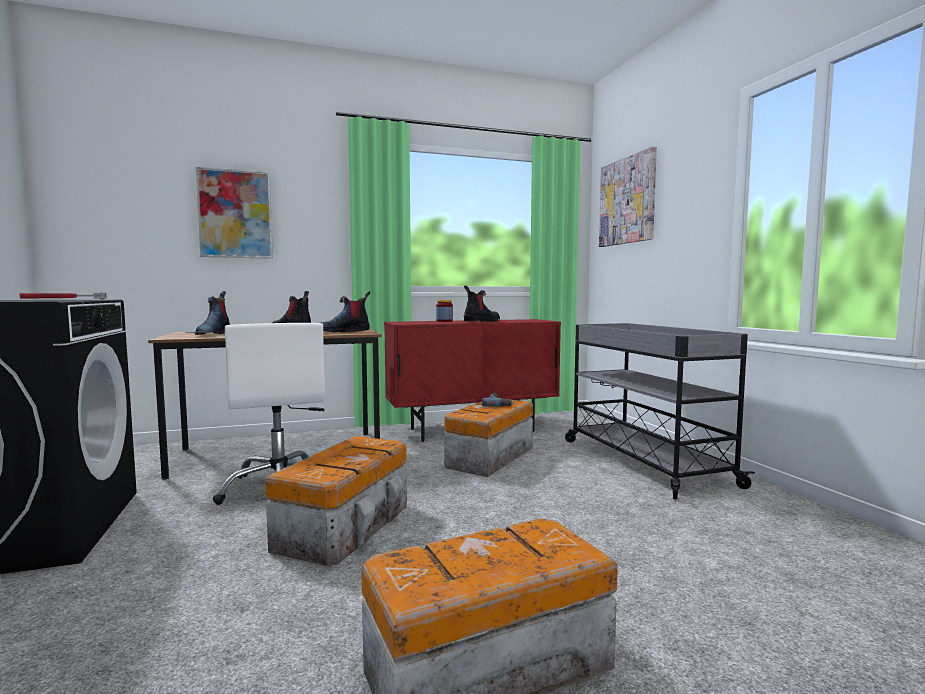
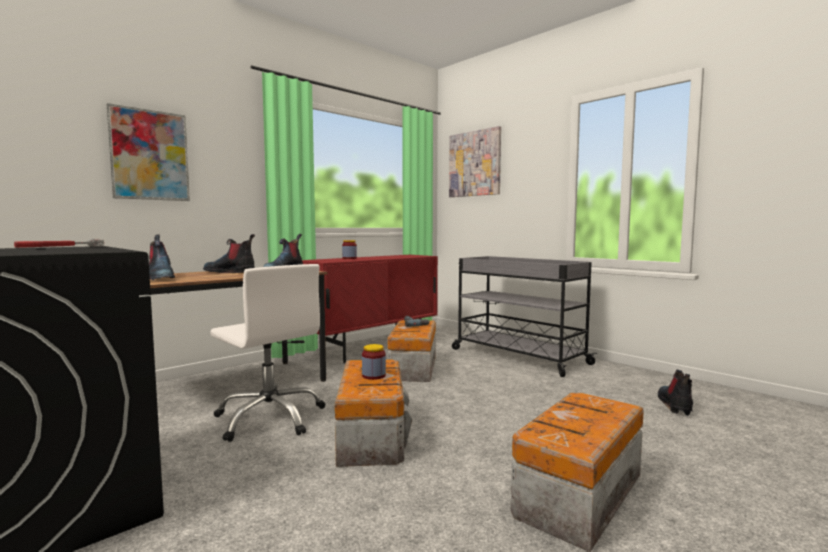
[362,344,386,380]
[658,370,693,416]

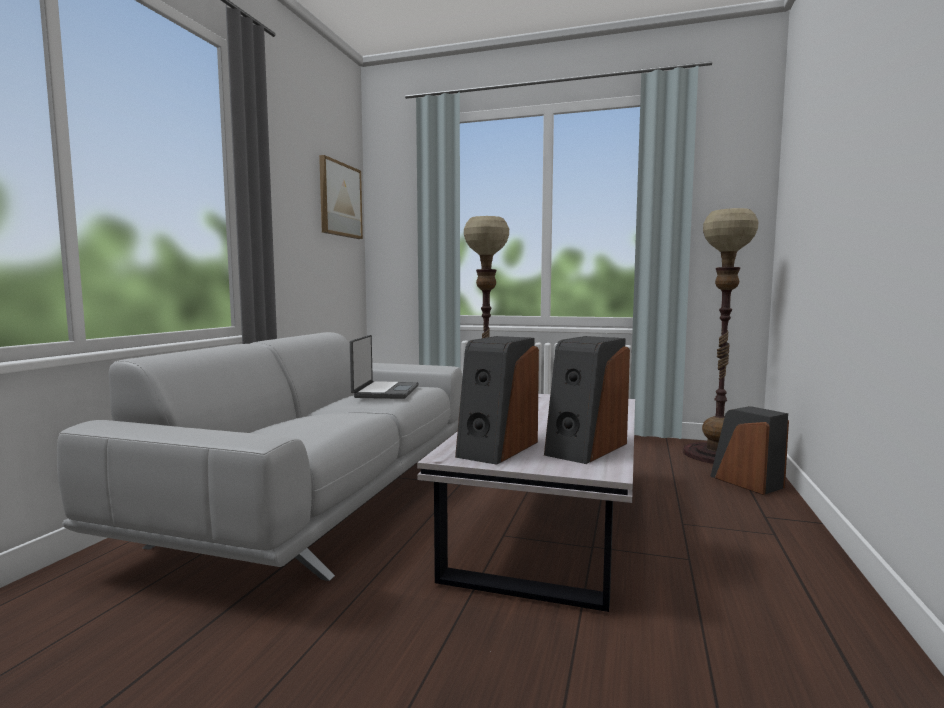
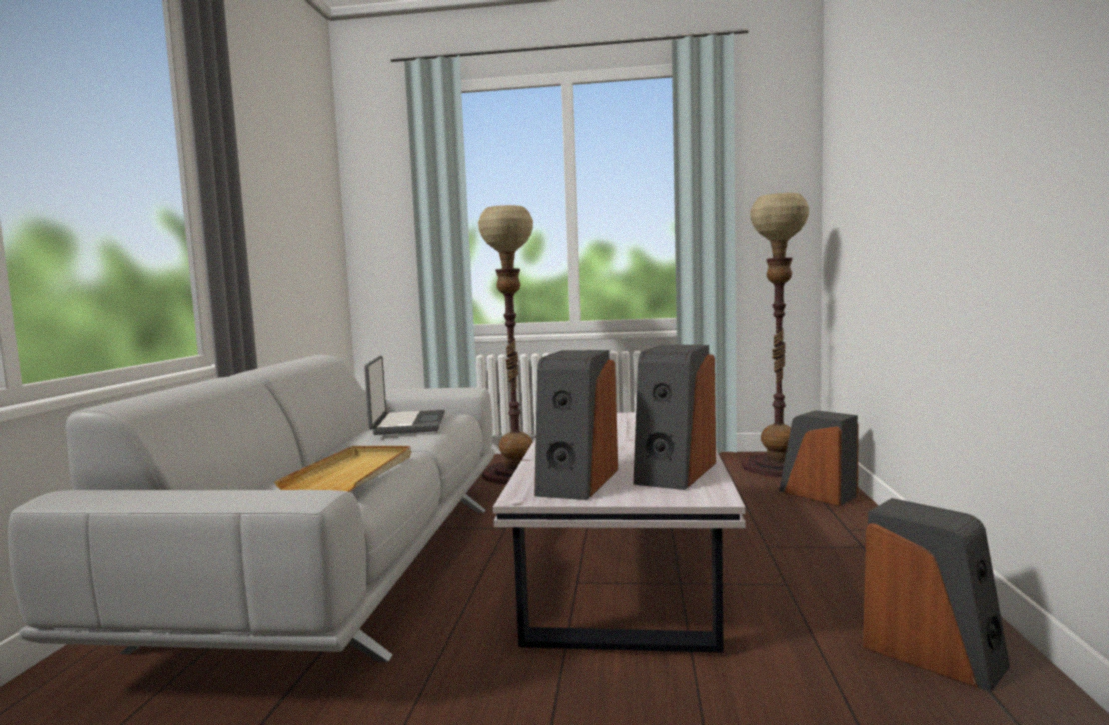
[274,446,411,492]
[863,498,1010,693]
[319,155,363,239] (first image)

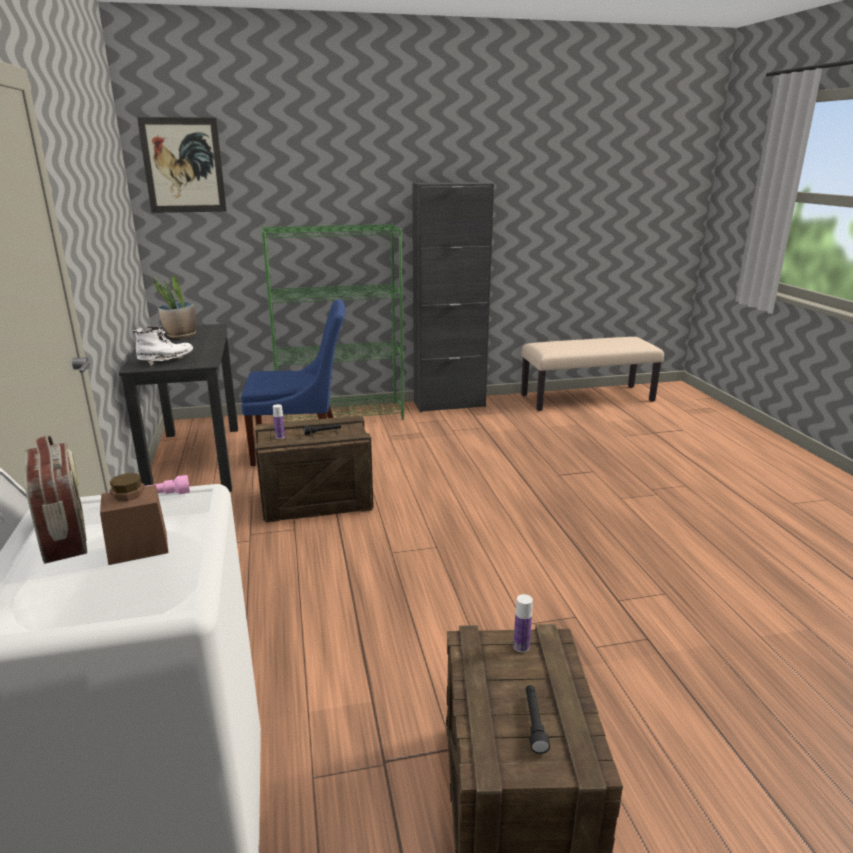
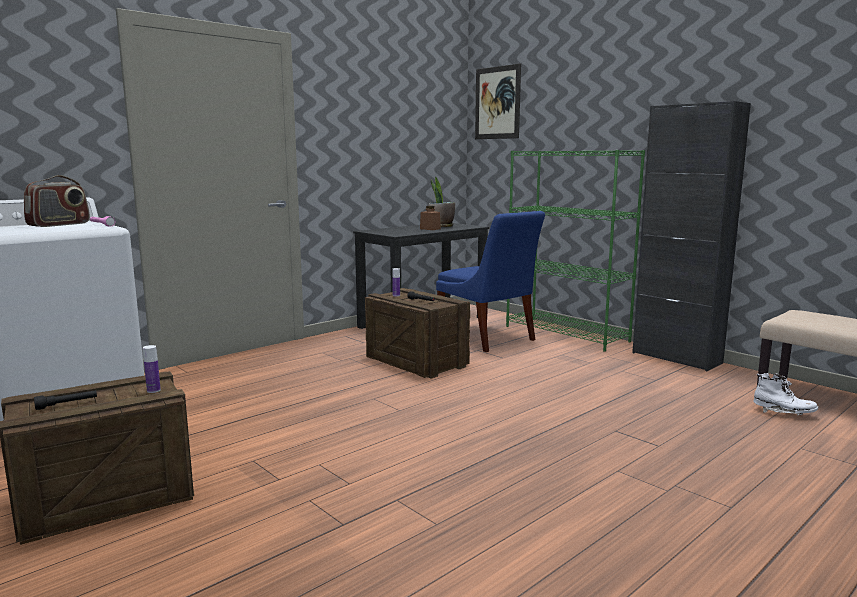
[420,206,441,230]
[754,373,818,415]

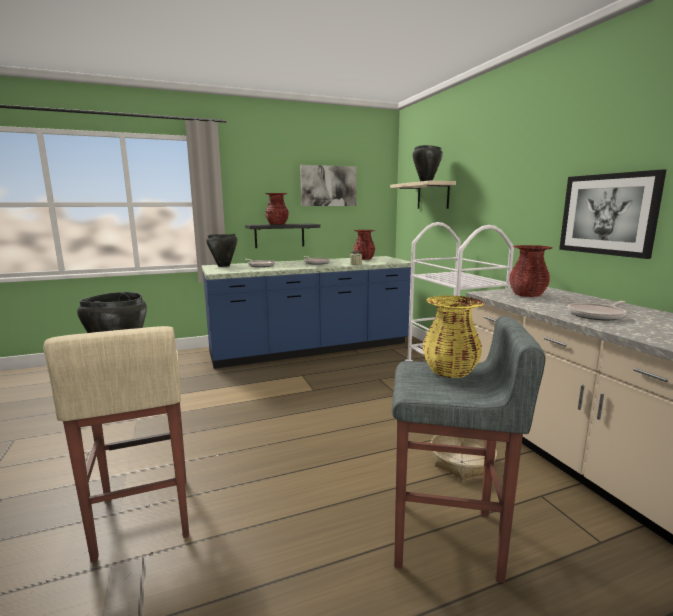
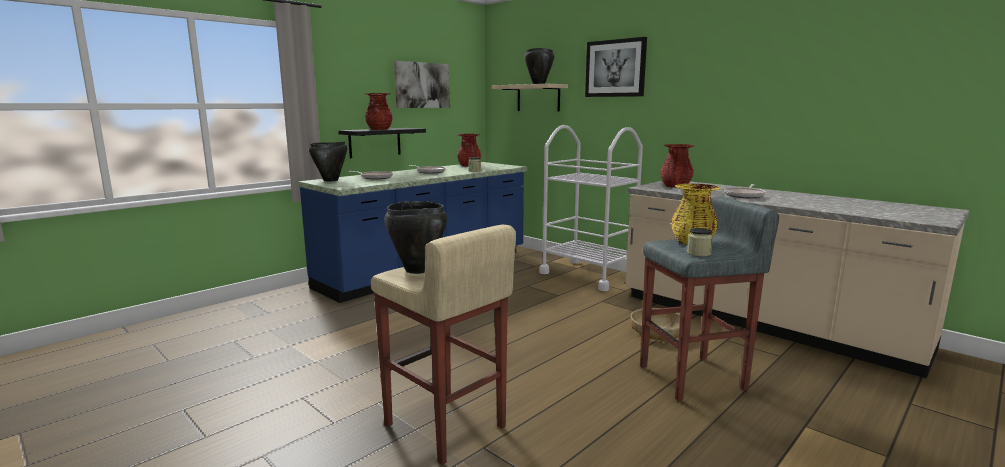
[585,37,647,97]
[687,228,713,257]

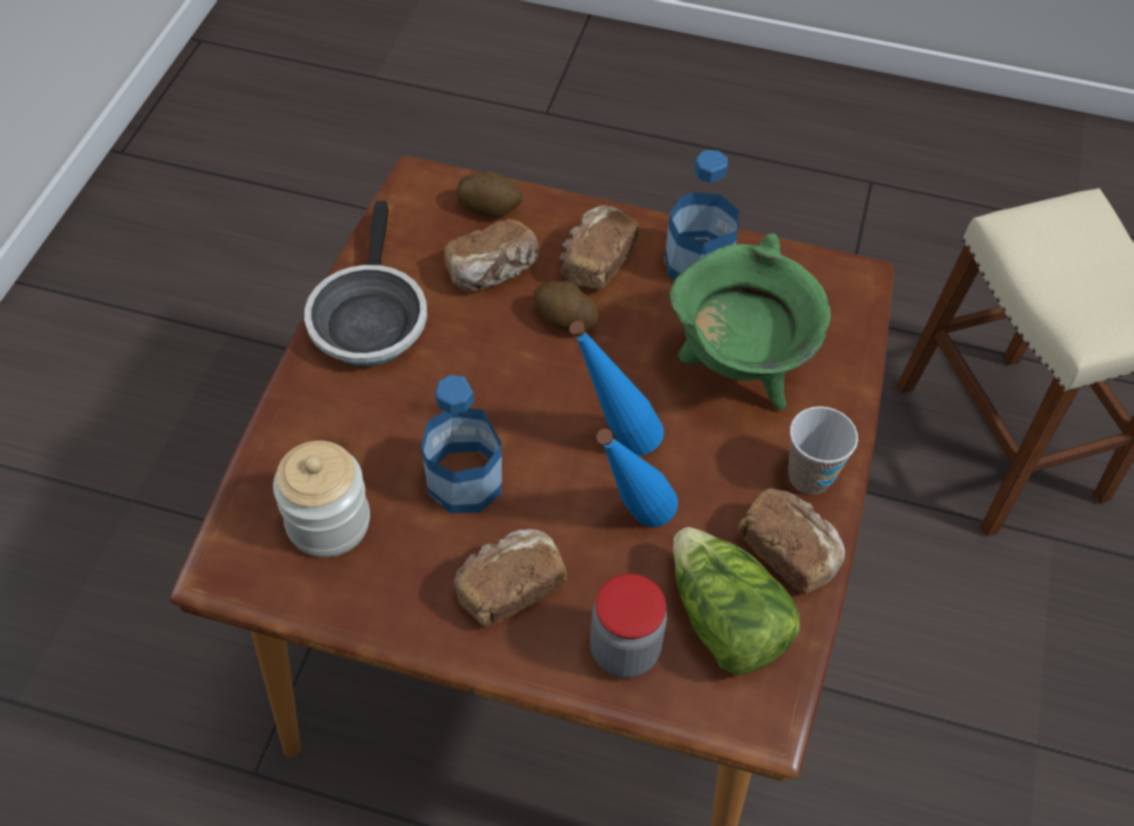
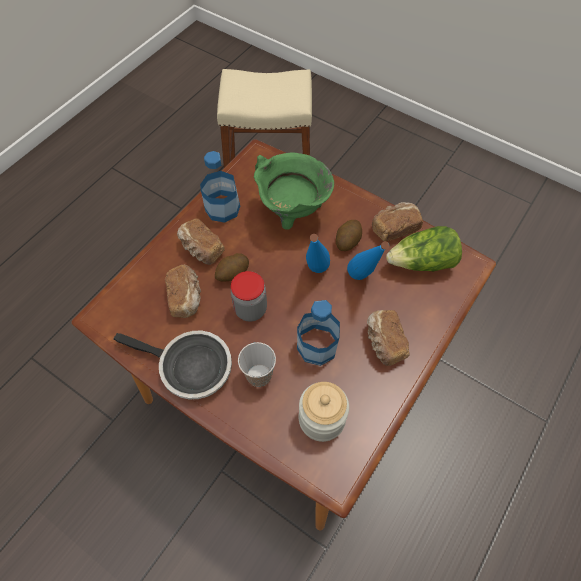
[231,271,267,322]
[238,342,276,387]
[336,220,362,251]

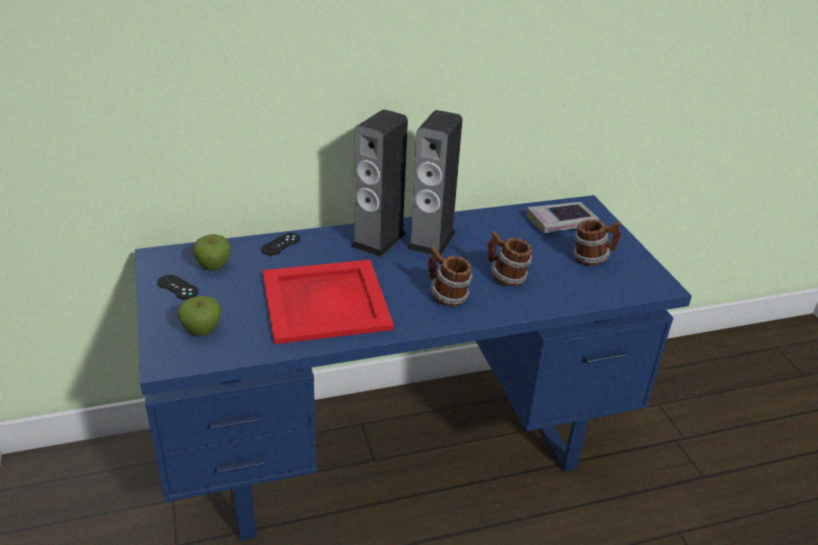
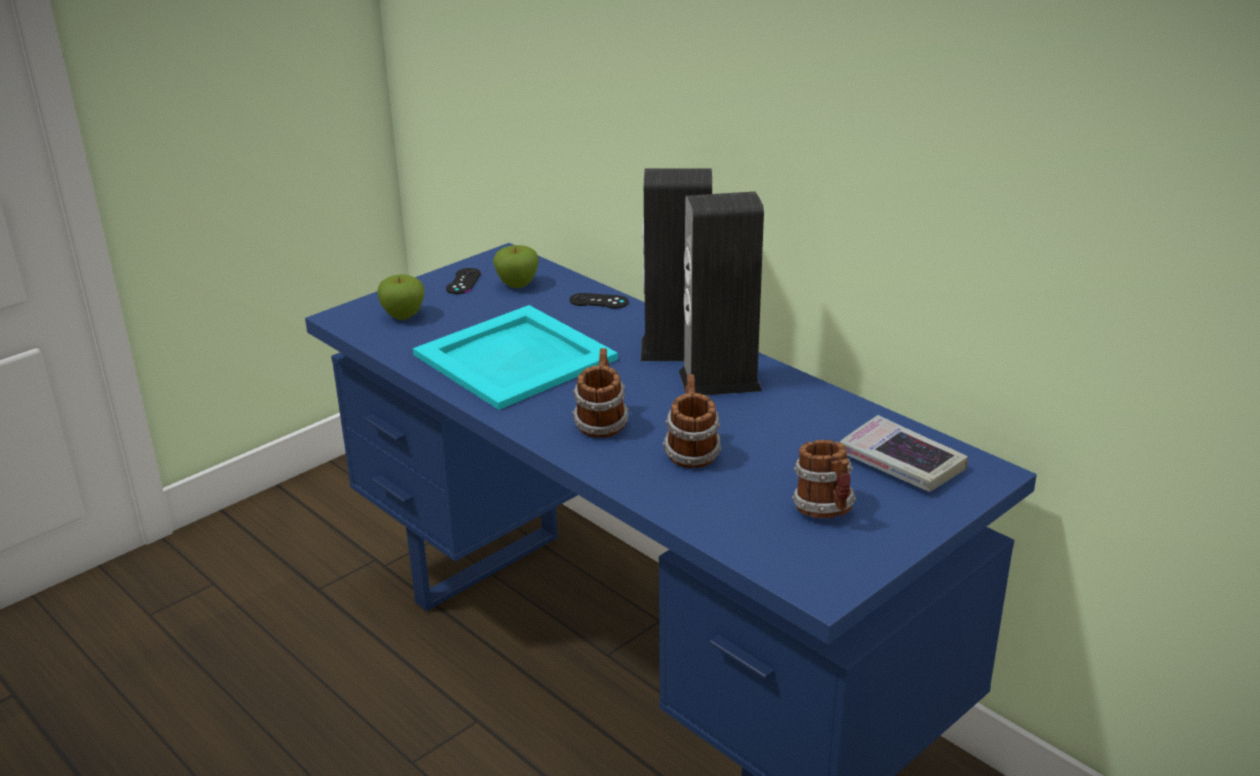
[413,305,618,410]

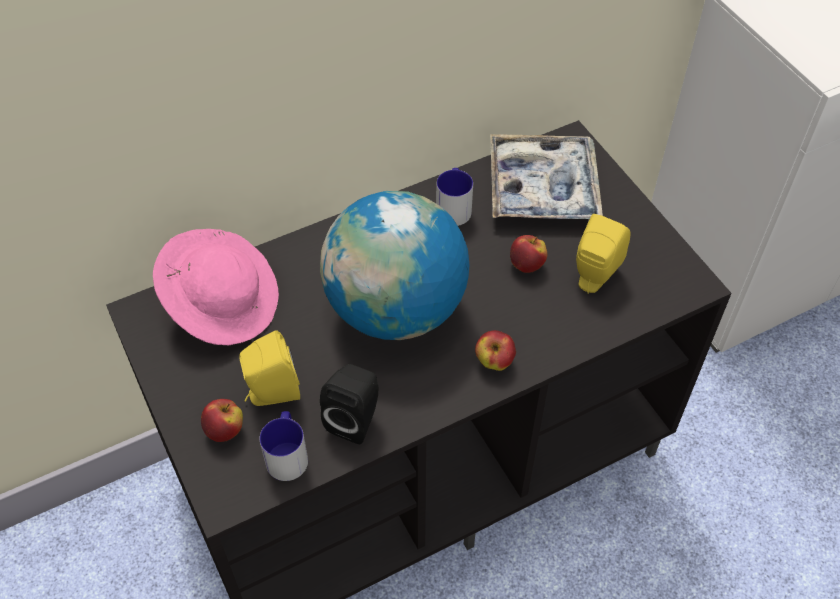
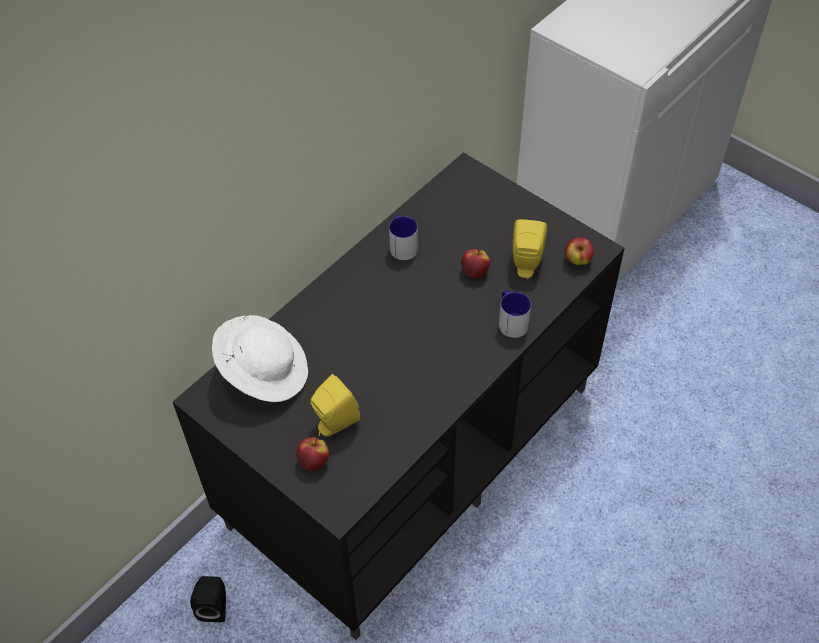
[190,576,226,622]
[212,315,308,402]
[499,290,531,338]
[565,237,594,265]
[320,191,469,340] (first image)
[490,134,603,219] (first image)

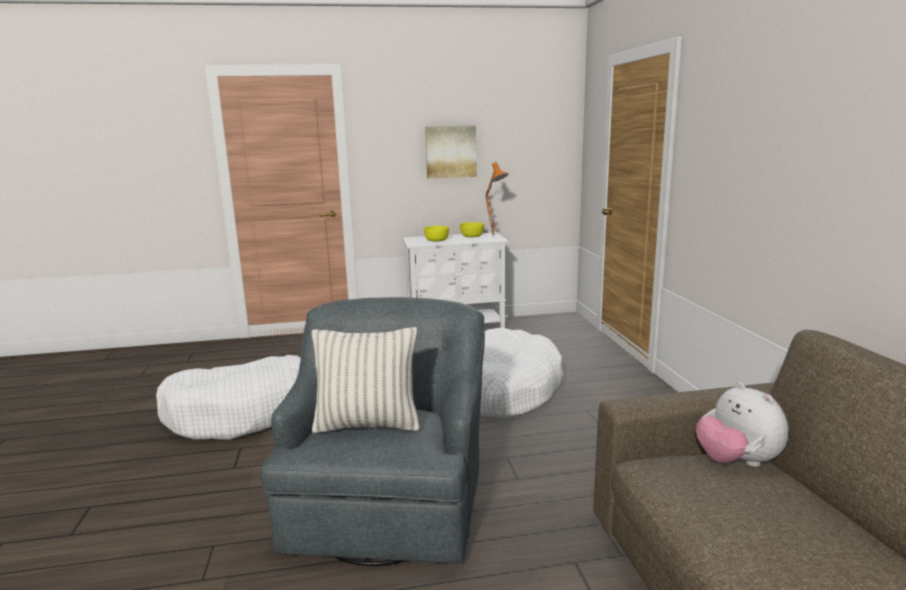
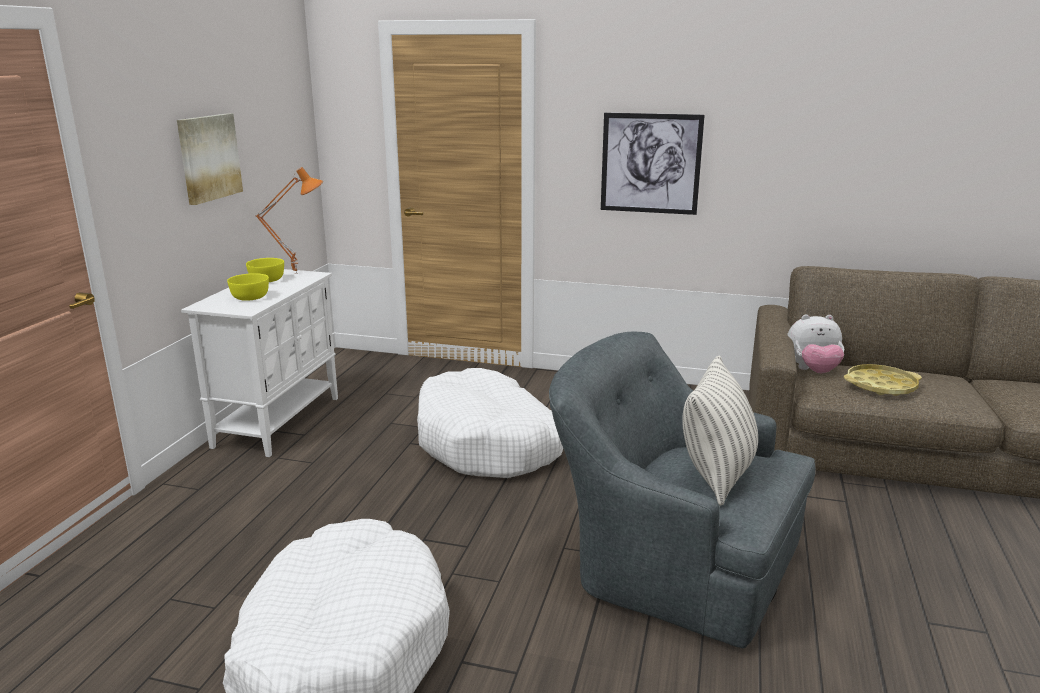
[601,113,705,215]
[844,364,922,396]

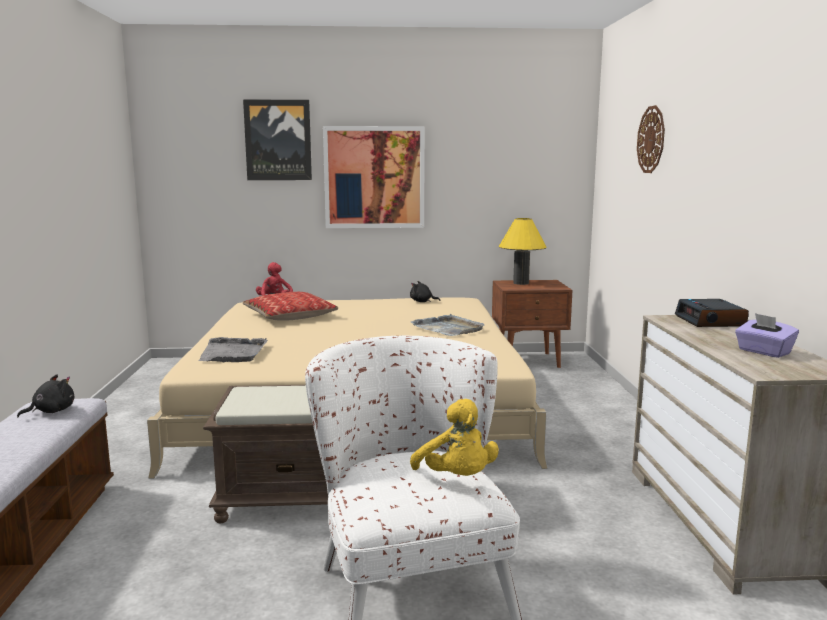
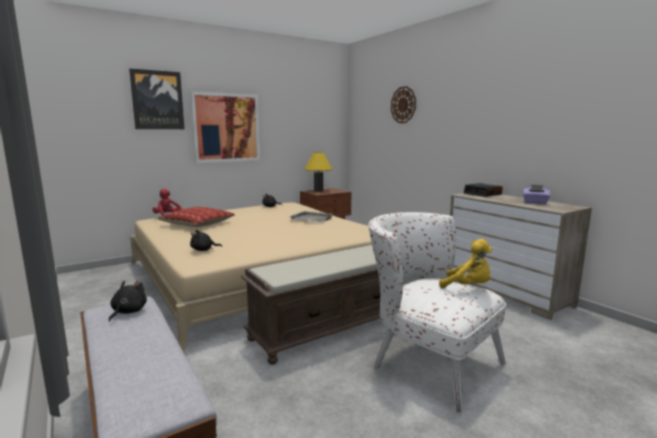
[190,230,222,251]

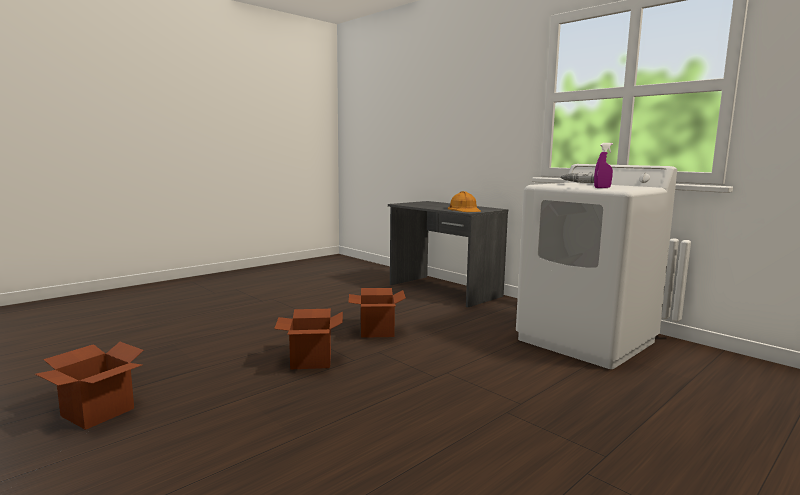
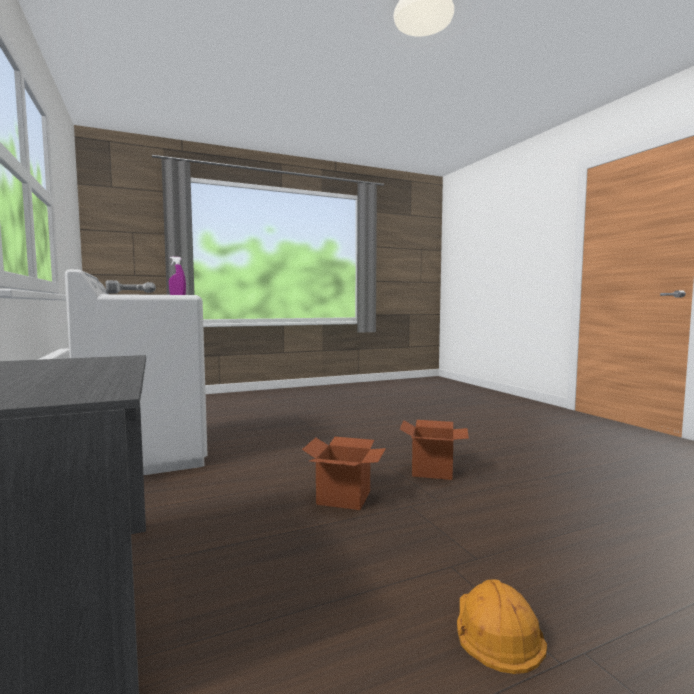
[457,579,547,674]
[35,342,144,430] (first image)

